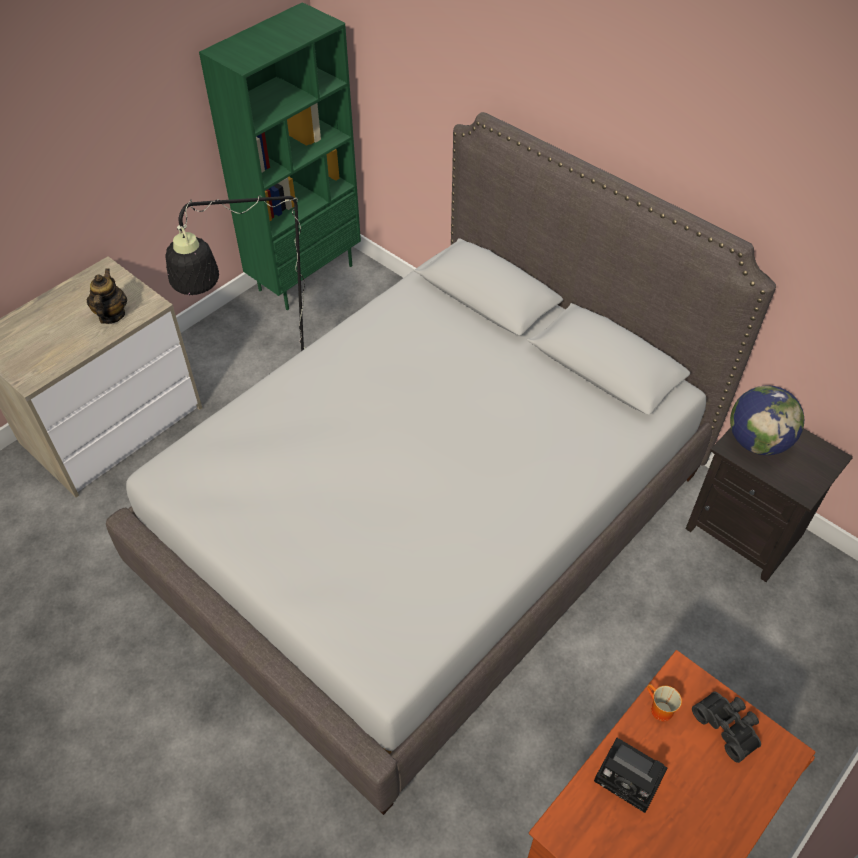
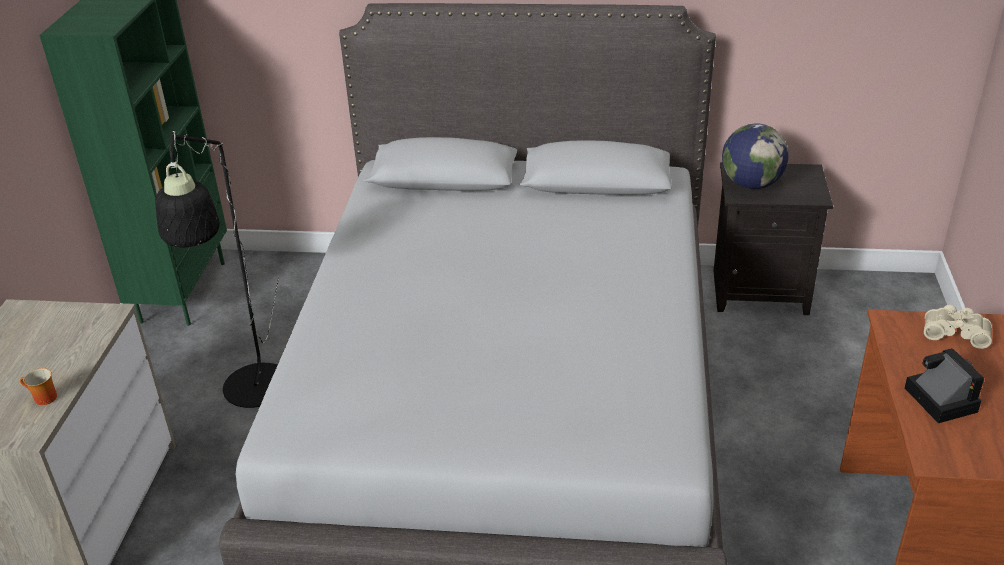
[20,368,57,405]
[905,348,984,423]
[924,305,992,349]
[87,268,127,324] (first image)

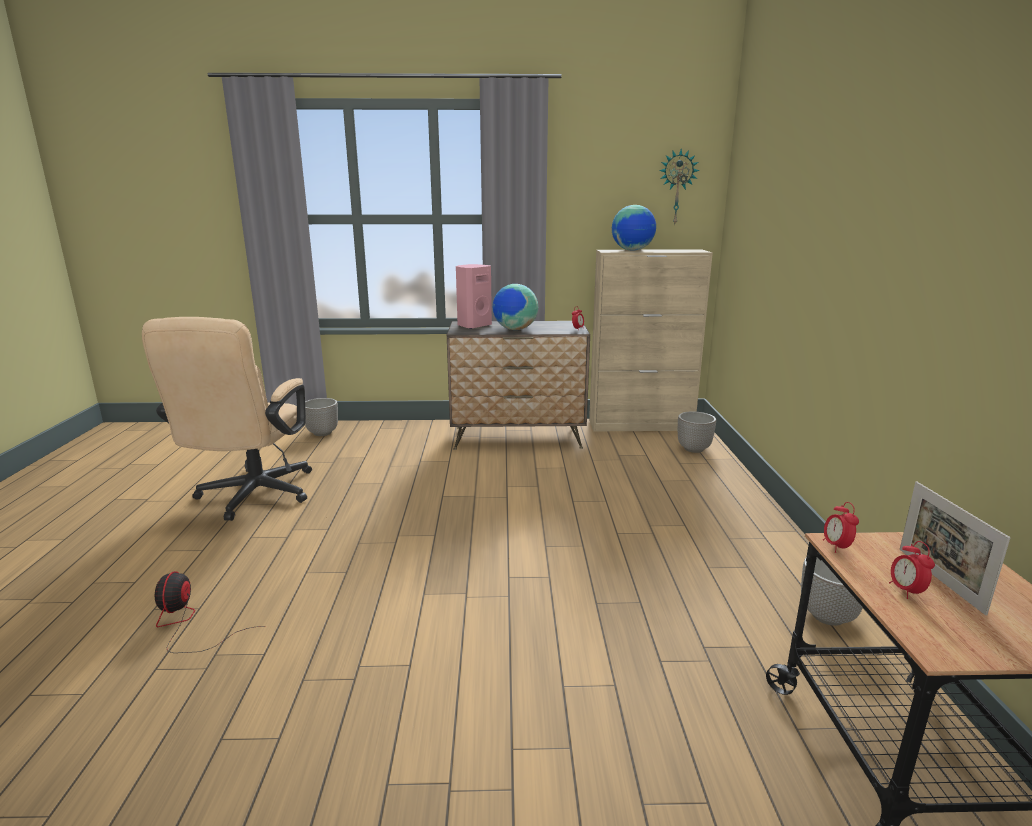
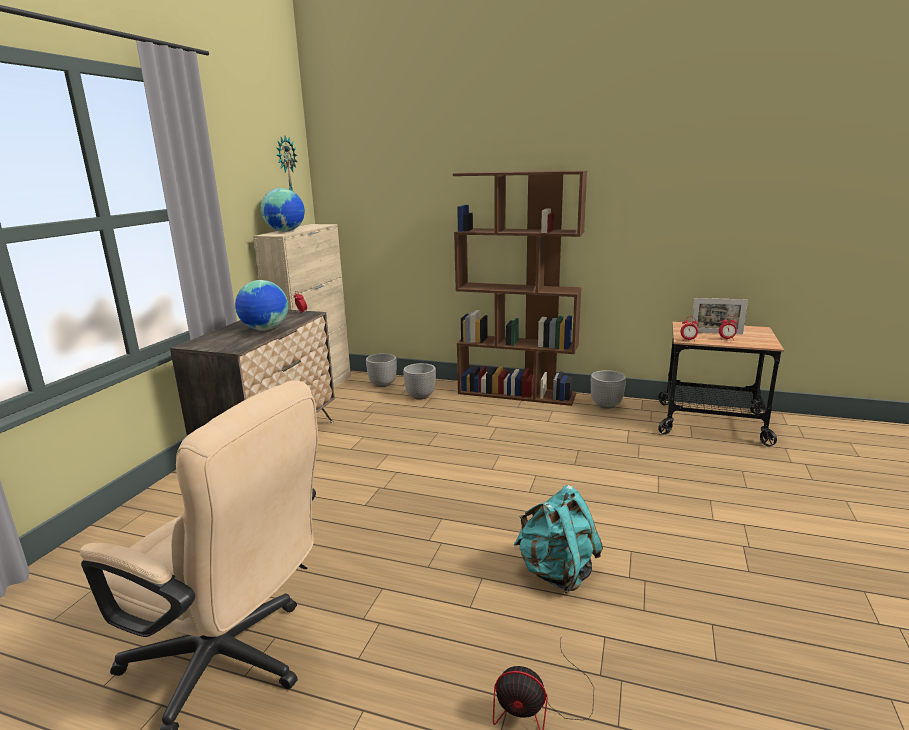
[403,363,436,399]
[453,170,587,406]
[514,485,603,593]
[456,264,492,329] (first image)

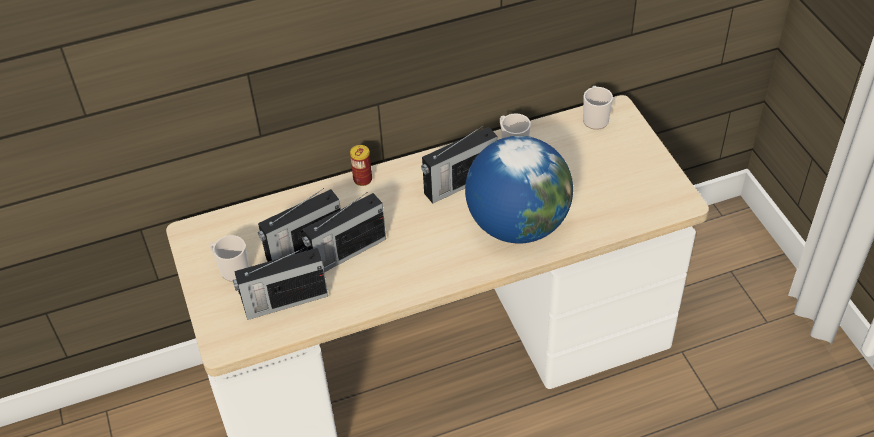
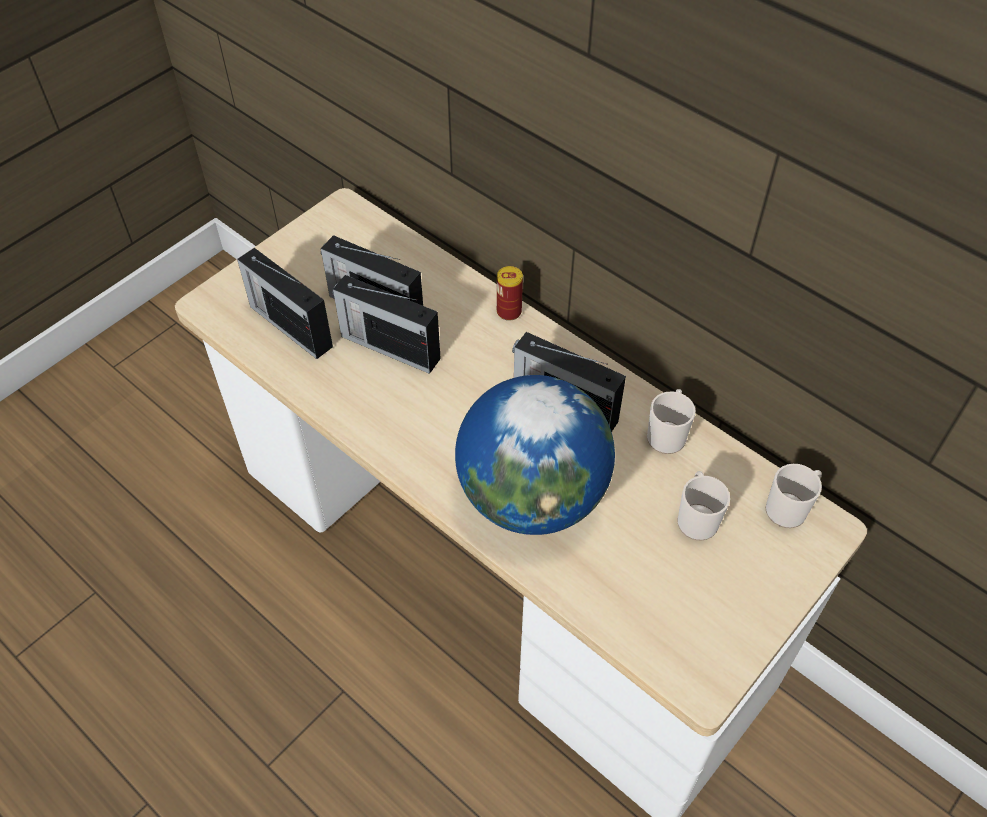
[677,471,730,540]

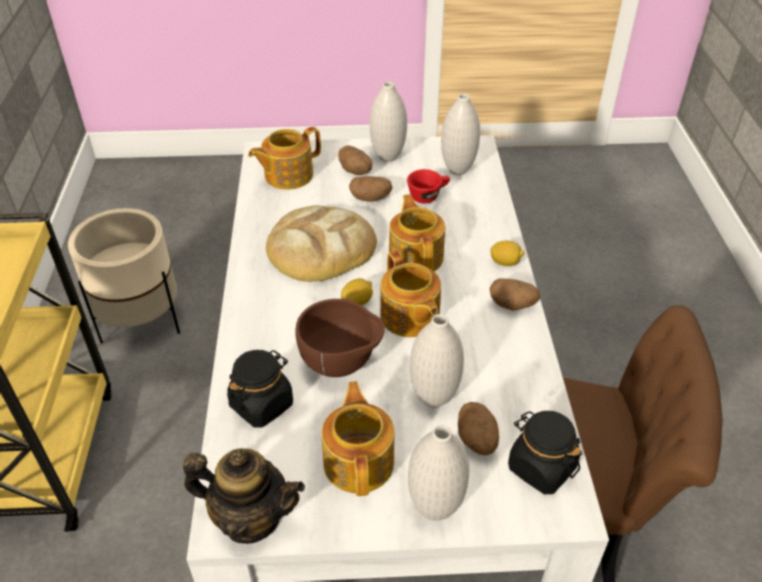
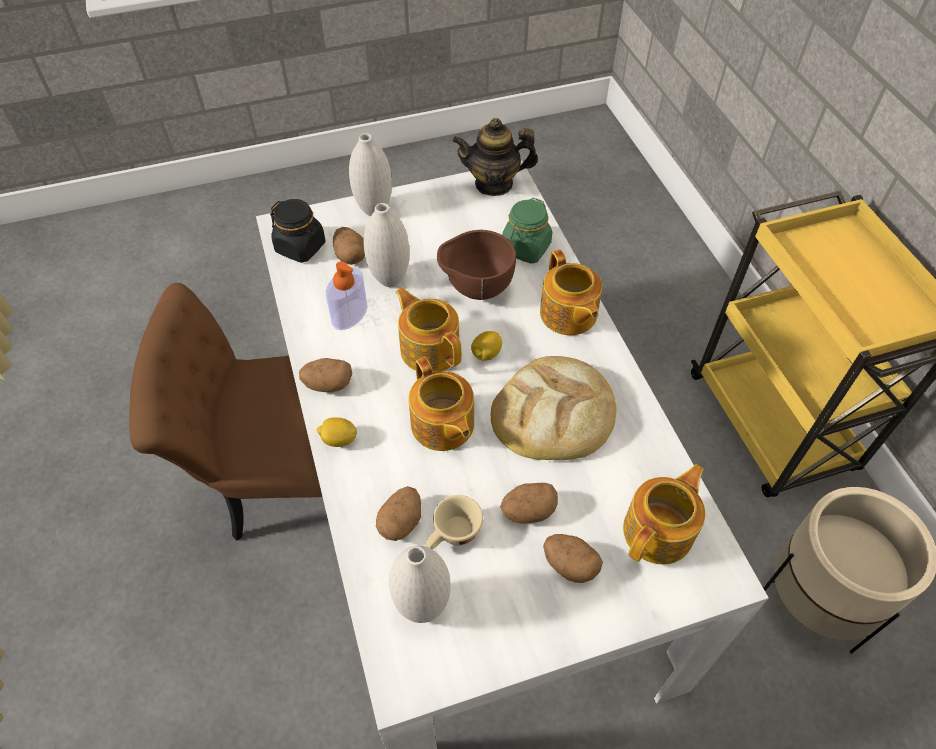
[325,261,368,330]
[376,486,421,541]
[426,495,483,549]
[502,198,552,264]
[540,249,602,335]
[370,82,407,162] (first image)

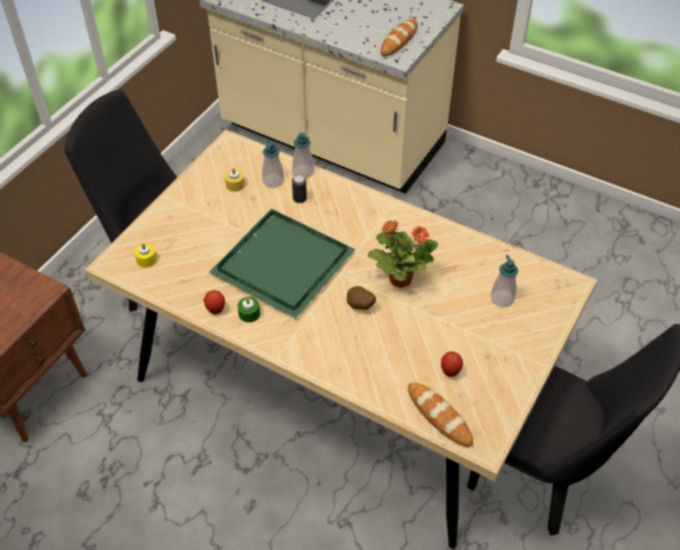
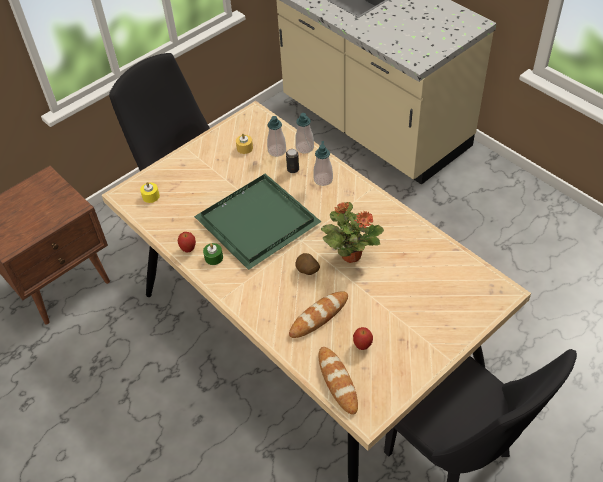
[289,291,348,338]
[313,141,333,186]

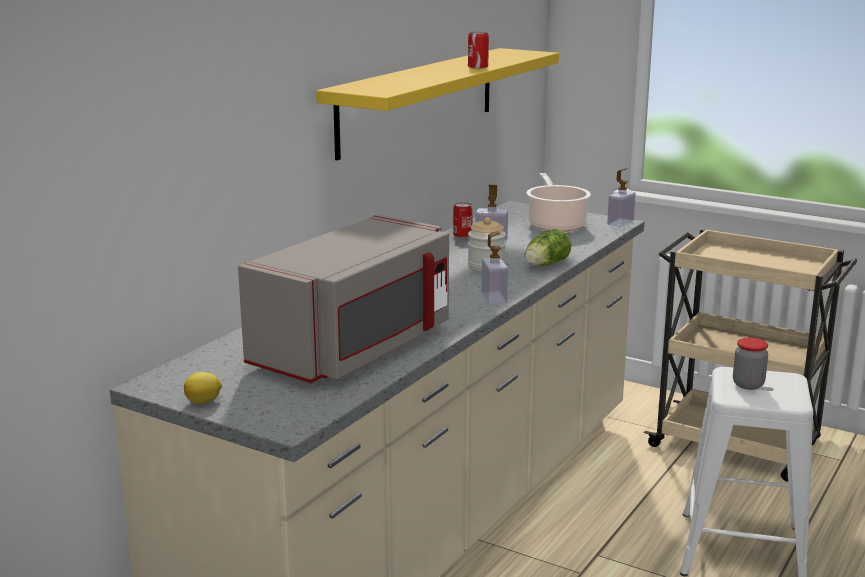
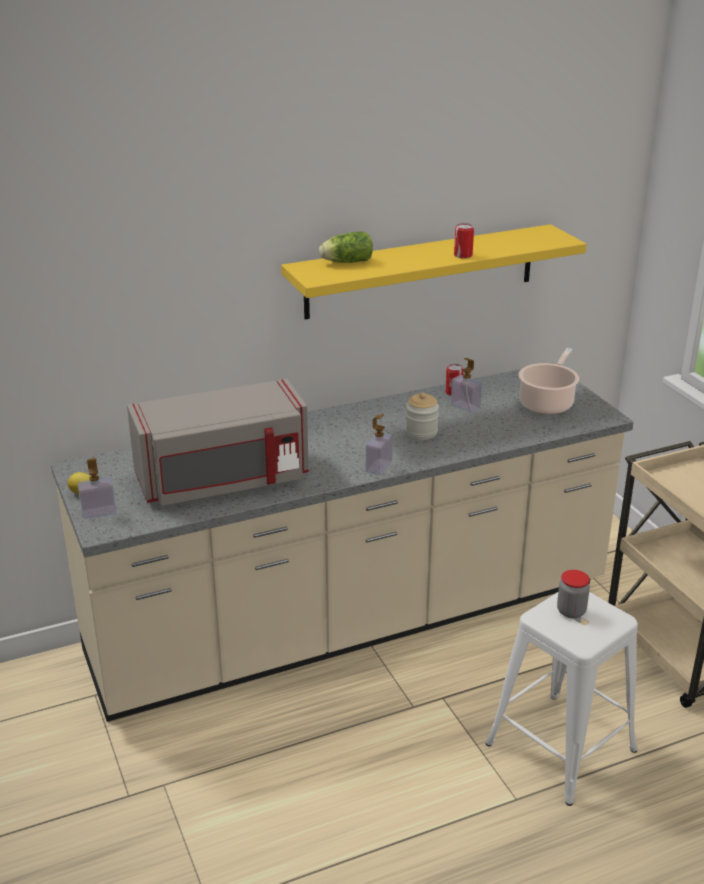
[78,458,116,519]
[319,232,373,263]

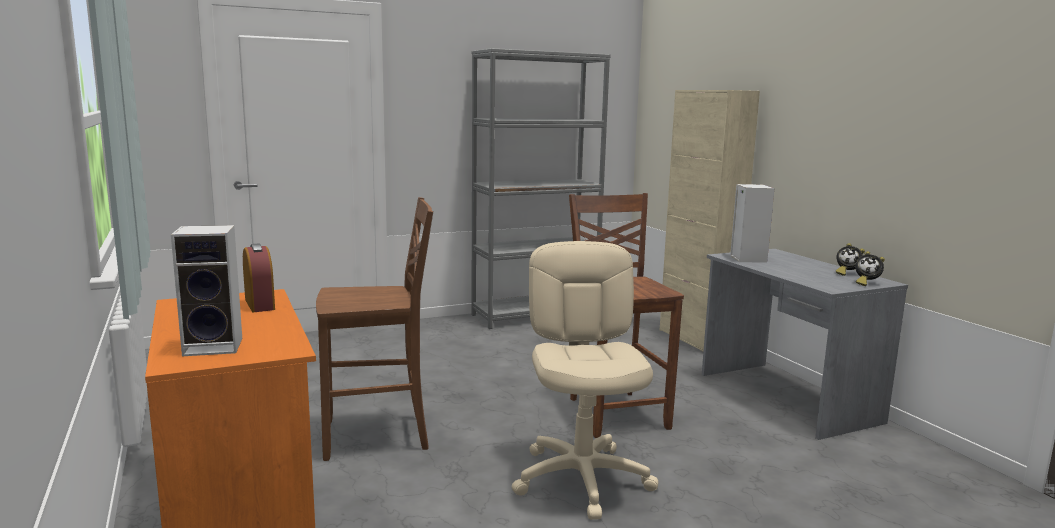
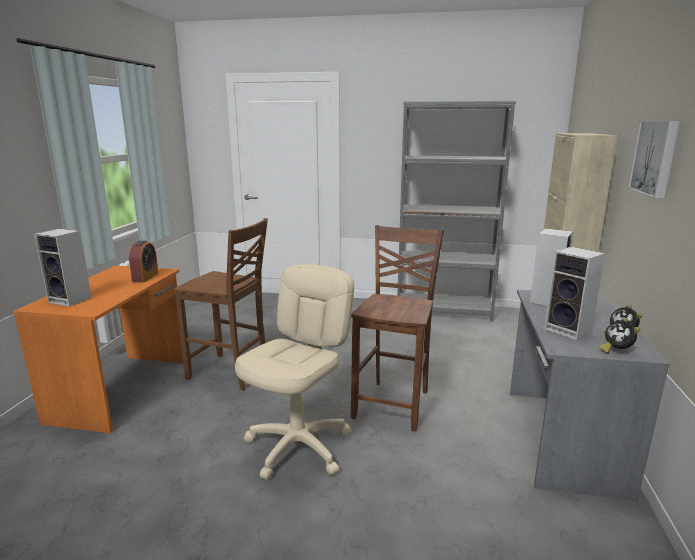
[544,247,605,340]
[628,121,680,199]

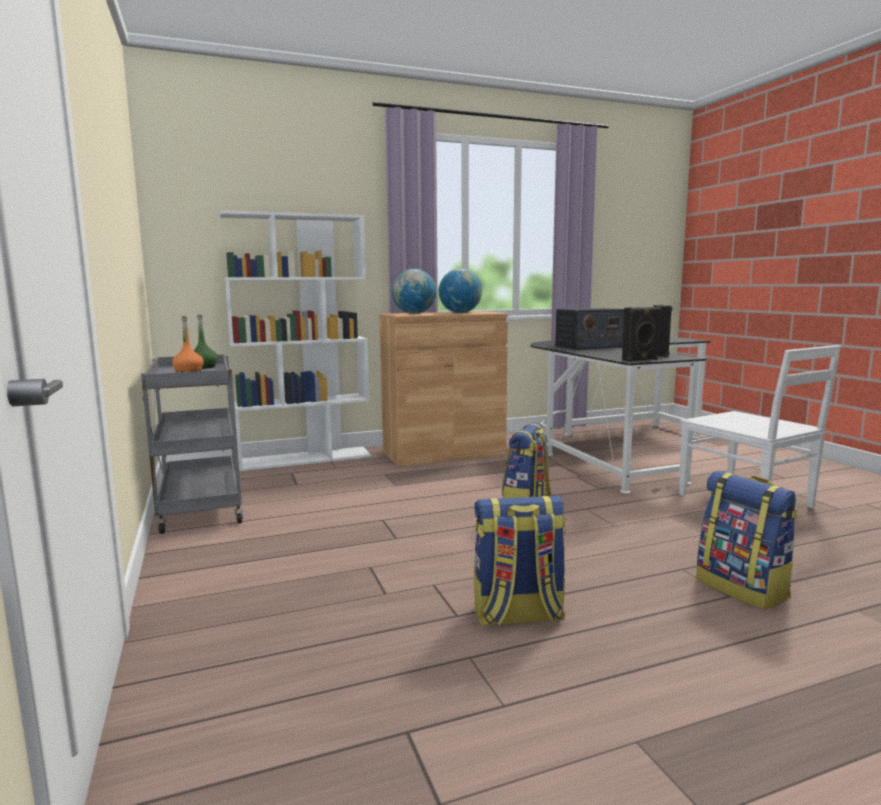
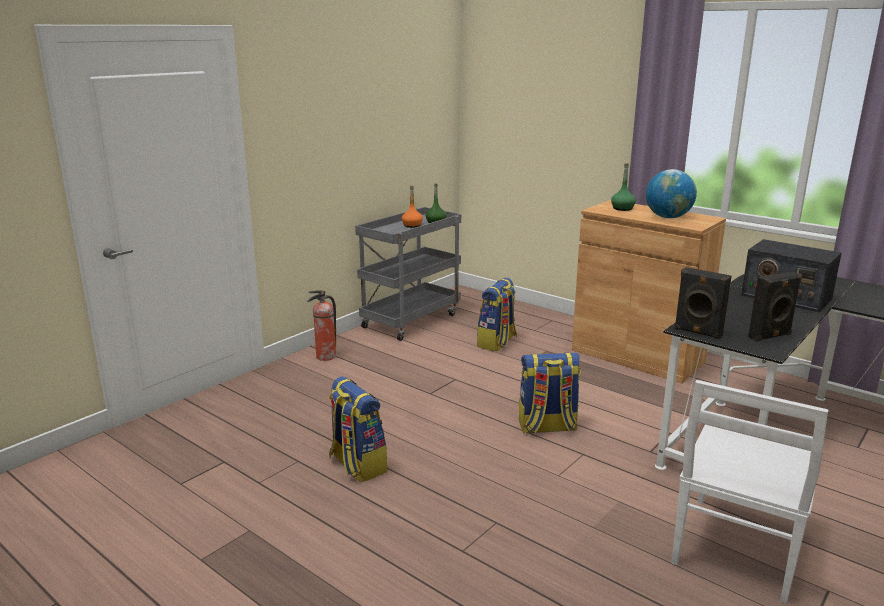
[307,290,336,361]
[477,278,517,351]
[611,163,636,211]
[220,210,371,471] (first image)

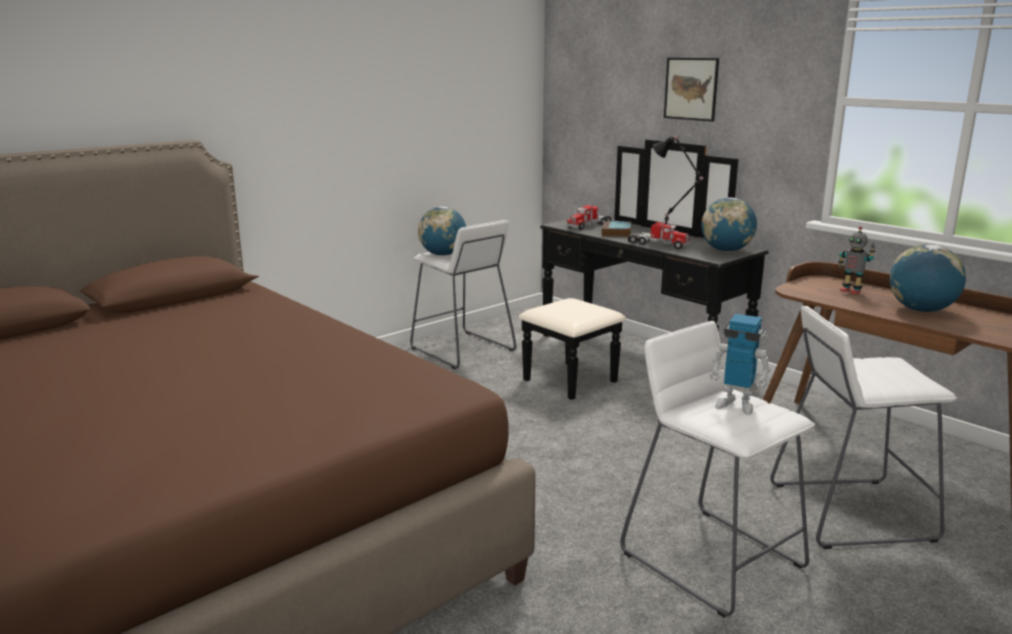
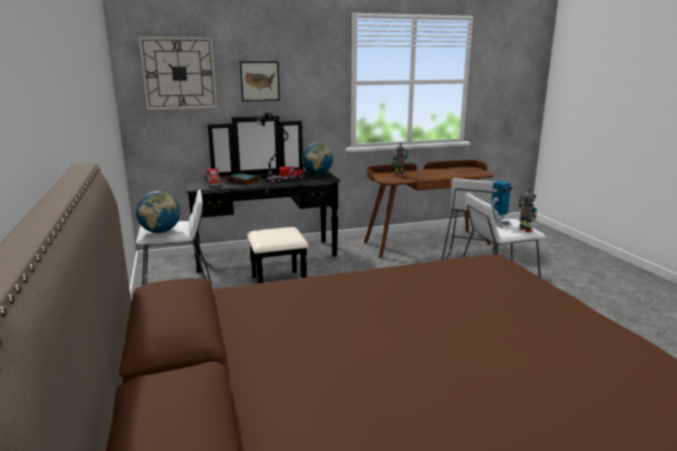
[139,37,217,110]
[519,188,537,232]
[890,244,966,312] (first image)

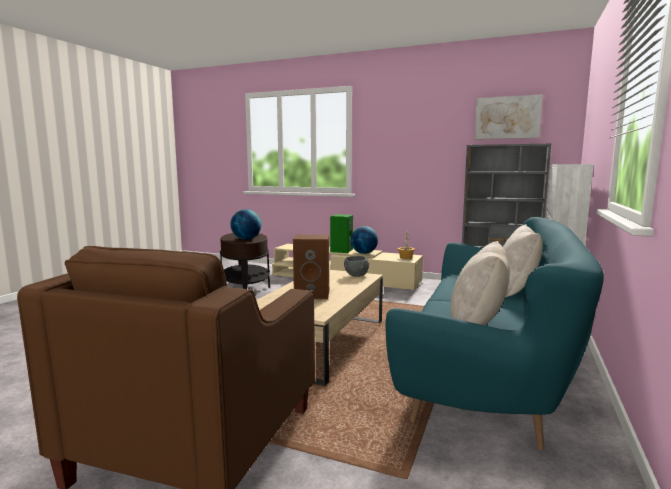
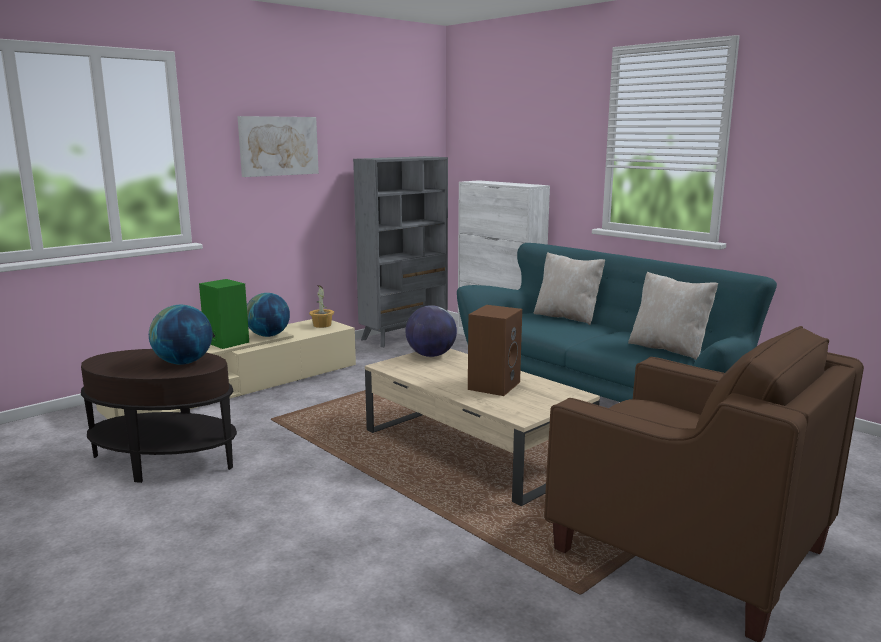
[238,116,319,177]
[405,305,457,357]

